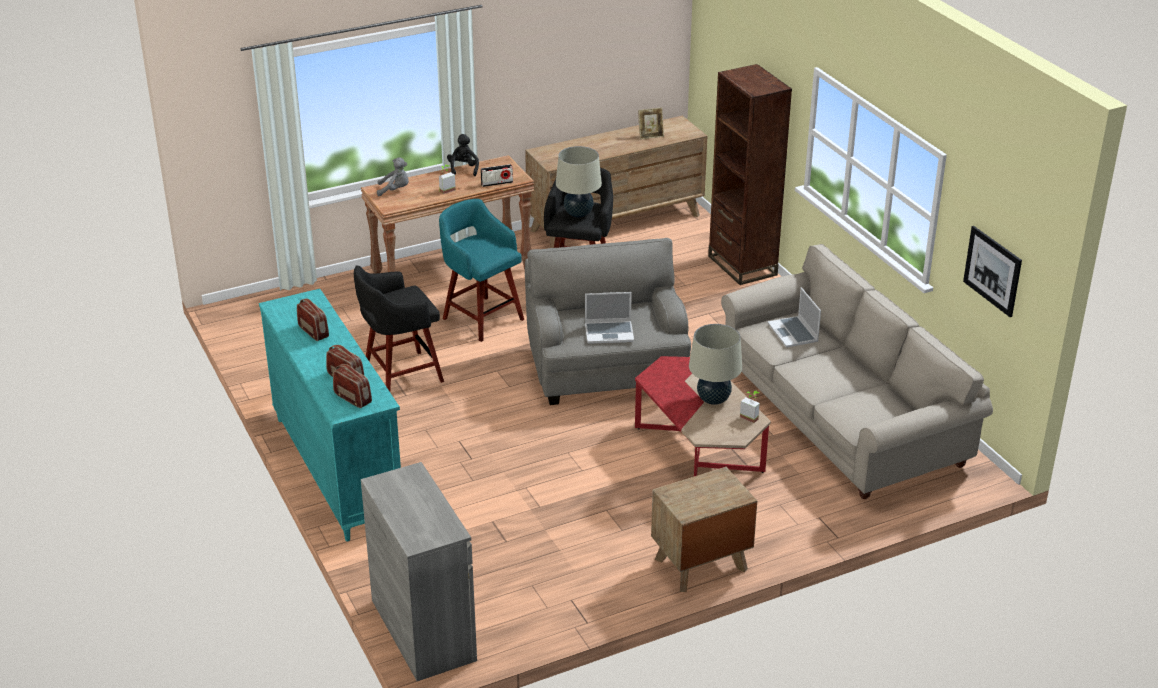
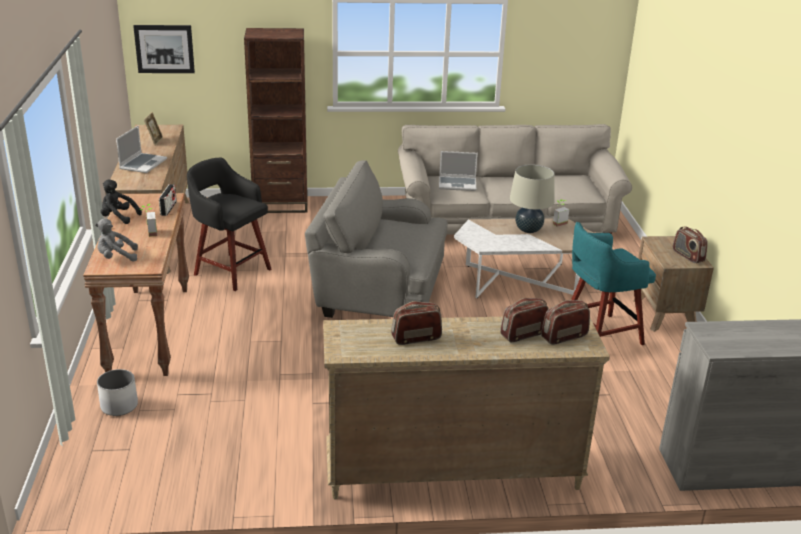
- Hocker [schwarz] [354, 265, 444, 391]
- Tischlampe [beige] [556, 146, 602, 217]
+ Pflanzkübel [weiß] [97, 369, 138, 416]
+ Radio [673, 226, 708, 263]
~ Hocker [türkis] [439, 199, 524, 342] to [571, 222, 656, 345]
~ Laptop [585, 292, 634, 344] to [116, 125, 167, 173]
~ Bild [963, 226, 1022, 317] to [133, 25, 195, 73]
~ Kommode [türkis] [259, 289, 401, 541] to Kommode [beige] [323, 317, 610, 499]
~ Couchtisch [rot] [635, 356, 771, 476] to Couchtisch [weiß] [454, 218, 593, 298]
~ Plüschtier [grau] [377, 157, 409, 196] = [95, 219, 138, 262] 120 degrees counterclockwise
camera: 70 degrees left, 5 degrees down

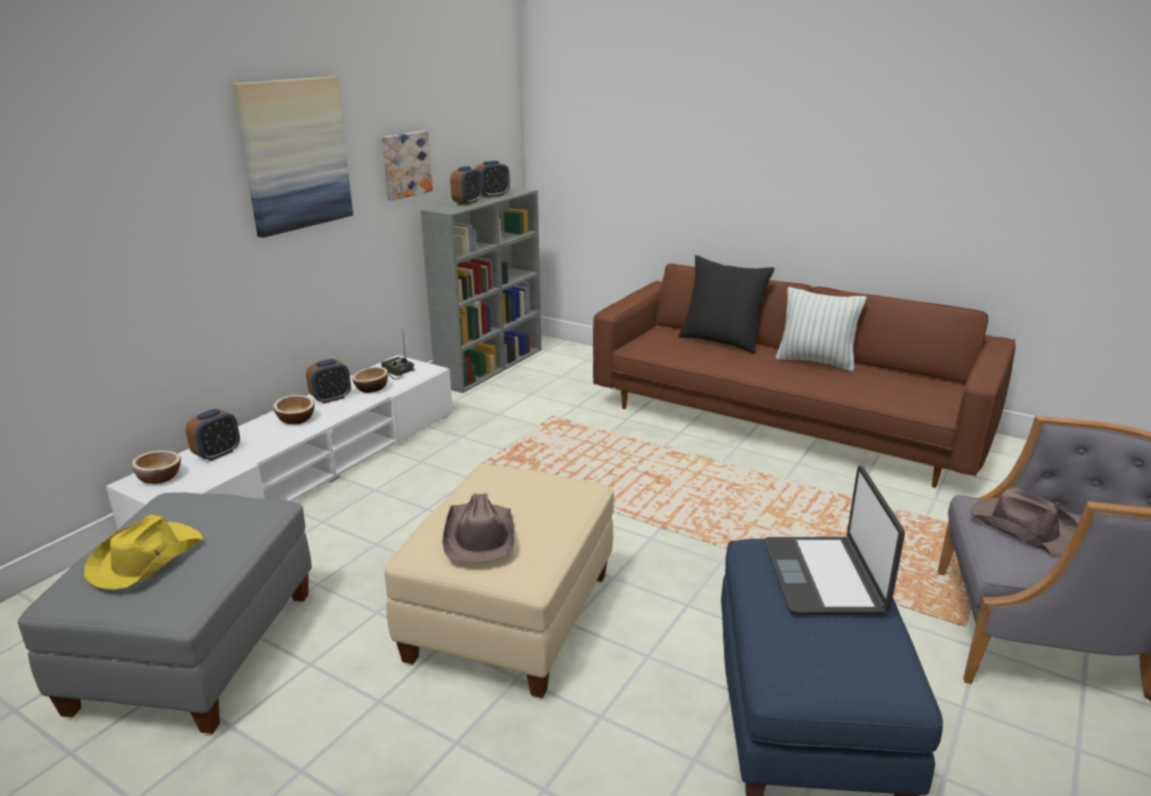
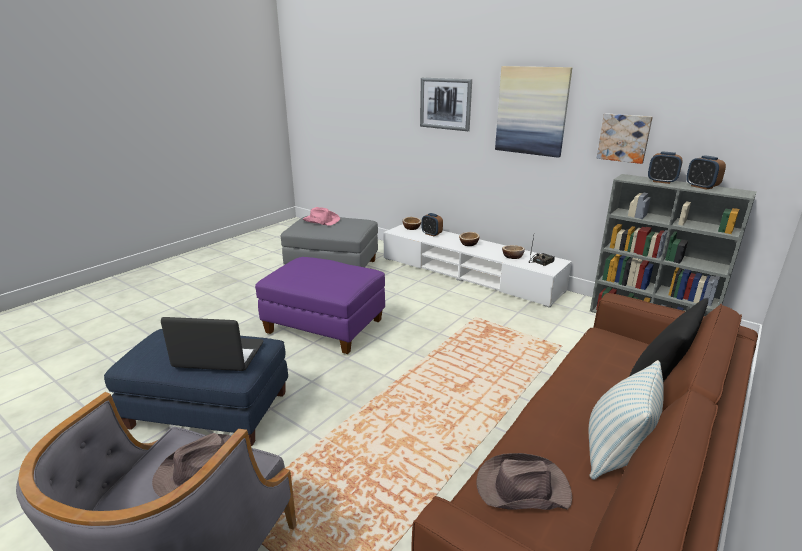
- Wecker [306, 359, 351, 404]
+ Bild [420, 78, 472, 131]
~ Hut [braun] [442, 493, 514, 564] to [477, 453, 572, 510]
~ Hut [gelb] [84, 515, 203, 589] to Hut [rosa] [302, 207, 340, 225]
~ Polsterhocker [beige] [384, 465, 614, 698] to Polsterhocker [lila] [255, 257, 385, 354]
camera: 95 degrees right, 0 degrees up

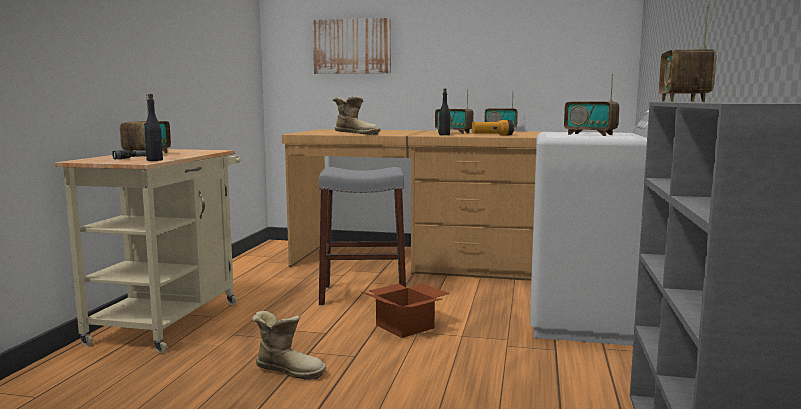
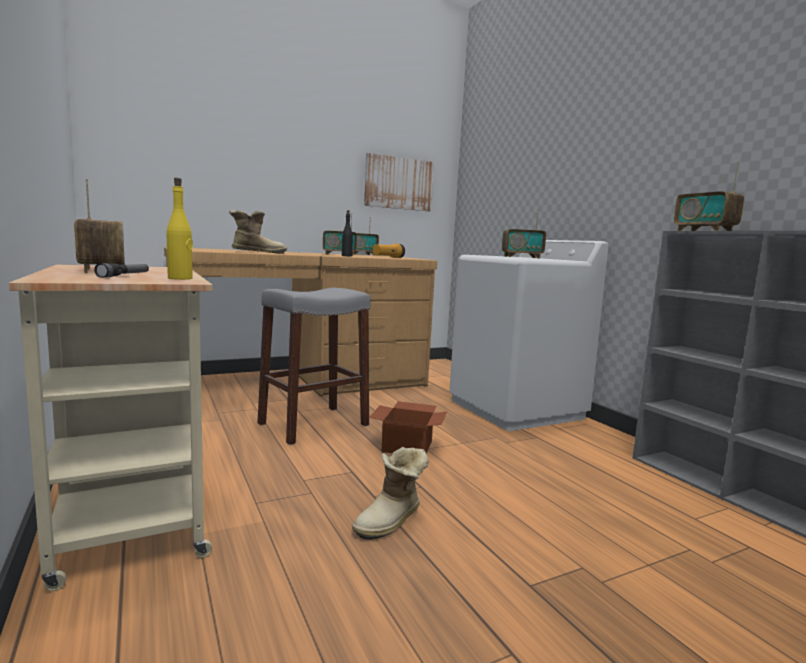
~ Bild [313, 18, 391, 74] to [364, 153, 434, 211]
~ Flasche [schwarz] [145, 94, 163, 161] to Flasche [gelb] [167, 178, 193, 280]
~ Stiefel [252, 311, 326, 380] = [352, 447, 429, 540] 150 degrees clockwise
camera: 40 degrees left, 0 degrees up

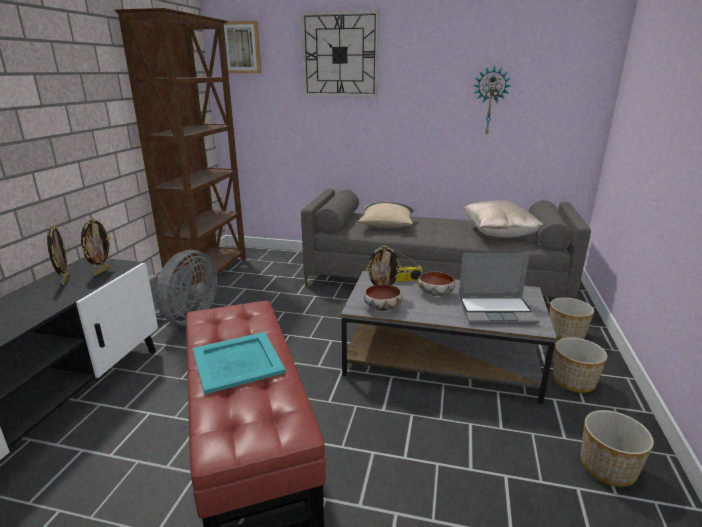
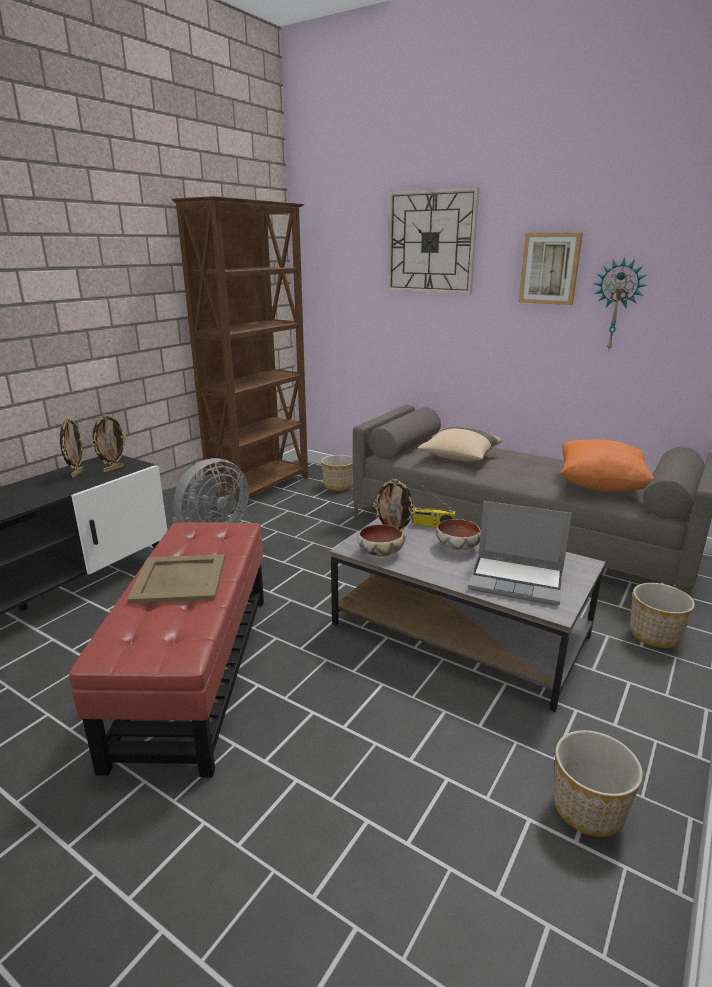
~ Bild [224, 21, 261, 73] to [518, 233, 583, 305]
~ Pflanzkübel [553, 337, 608, 393] to [321, 455, 353, 491]
~ Tablett [türkis] [193, 332, 286, 395] to Tablett [beige] [127, 554, 225, 603]
~ Kissen [beige] [464, 200, 543, 238] to Kissen [orange] [560, 439, 654, 492]
camera: 20 degrees right, 0 degrees up

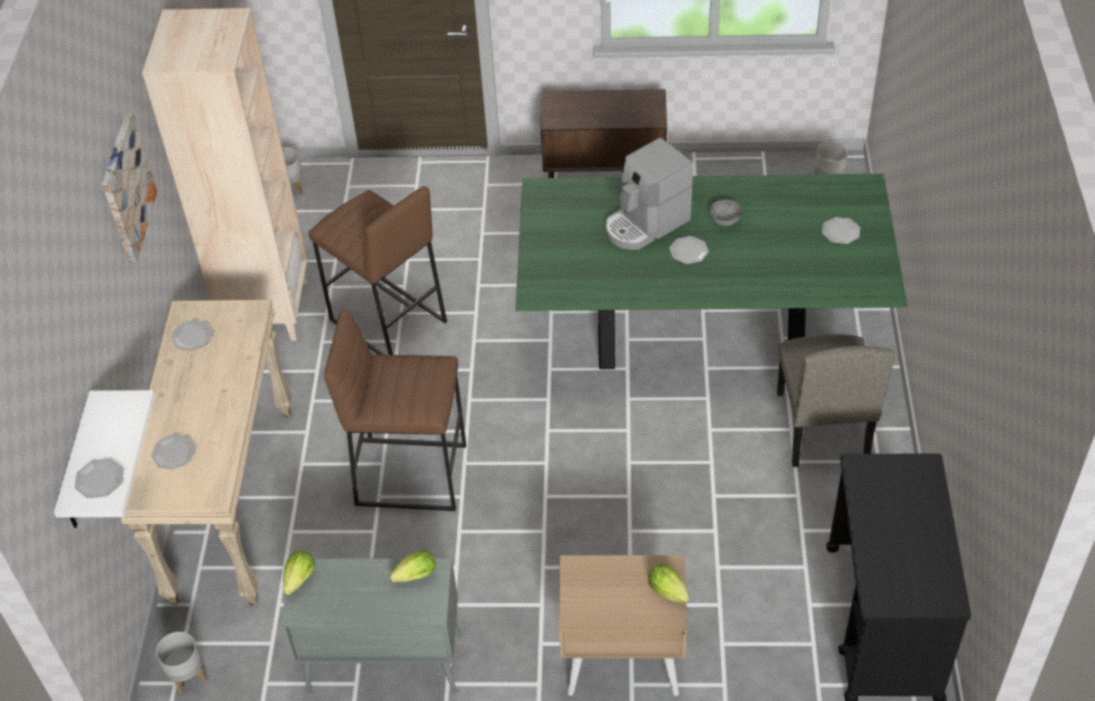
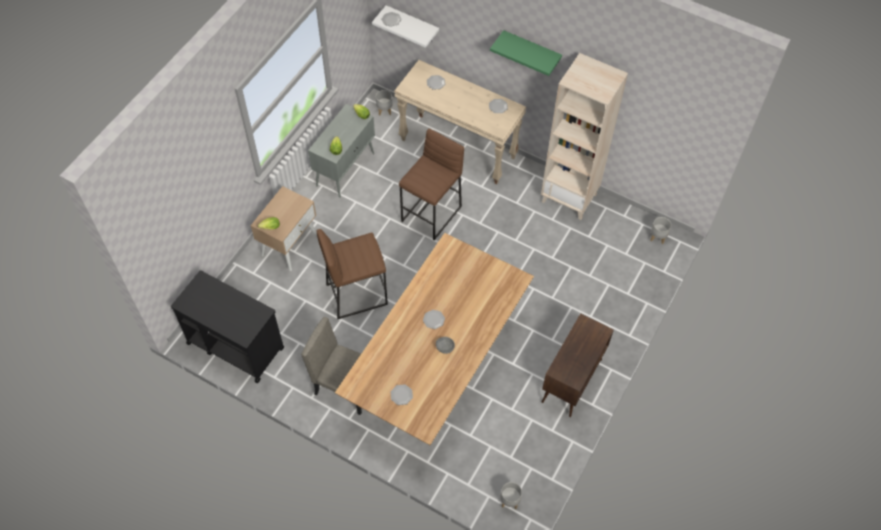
- Kaffeemaschine [605, 138, 693, 250]
~ Hocker [braun] [308, 186, 447, 355] to [317, 229, 388, 319]
~ Bild [102, 112, 157, 263] to Wandregal [grün] [490, 30, 562, 76]
~ Esstisch [grün] [515, 174, 907, 369] to Esstisch [braun] [335, 233, 534, 445]
camera: 115 degrees right, 10 degrees up

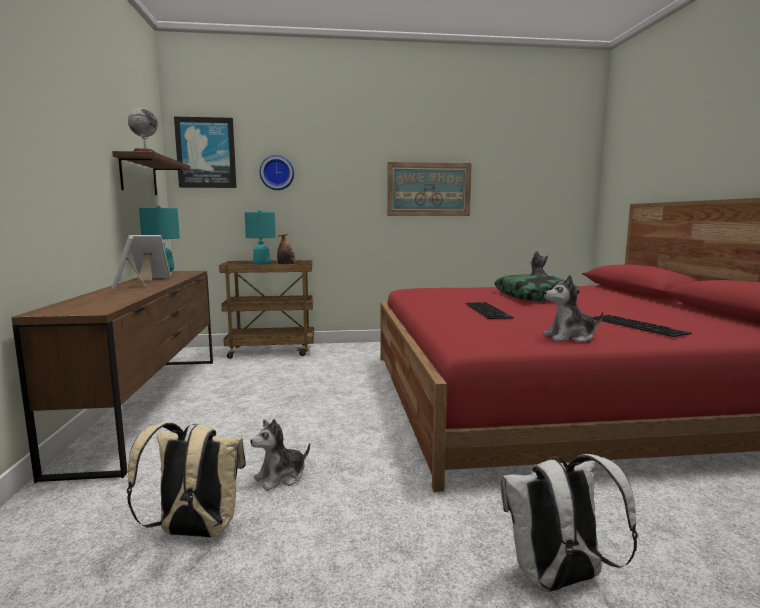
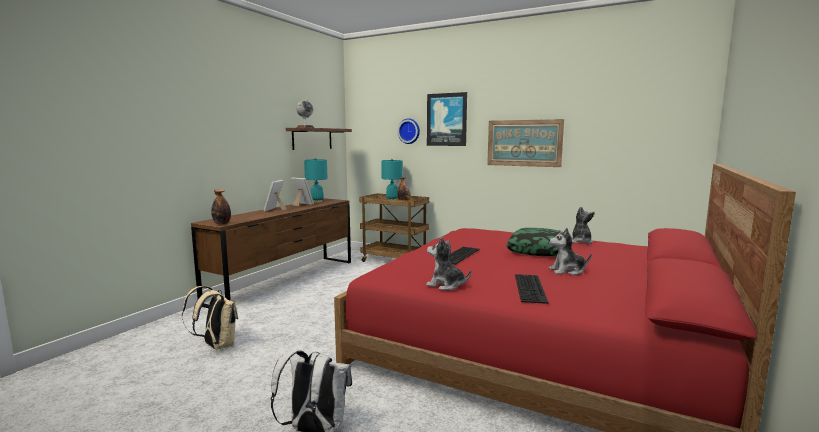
+ Flasche [211, 189, 231, 224]
~ Bild [174, 116, 237, 188] to [427, 92, 467, 146]
~ Plüschtier [250, 419, 310, 491] to [549, 228, 592, 275]
camera: 35 degrees right, 0 degrees up

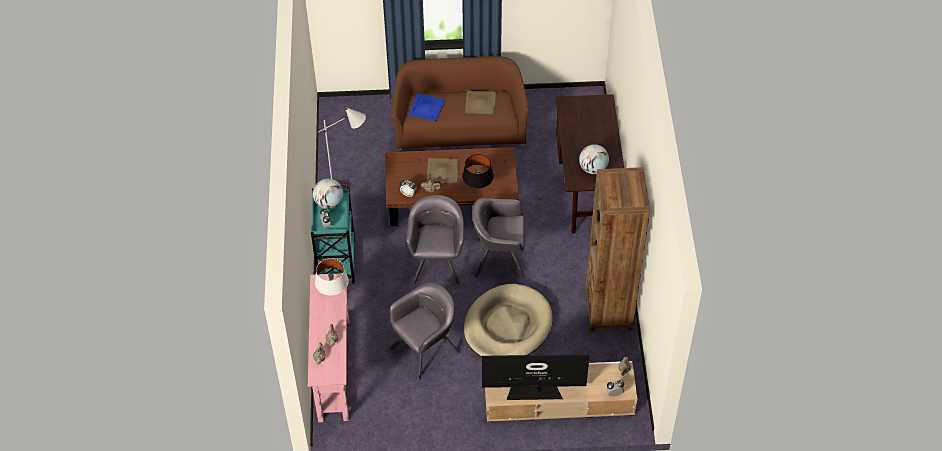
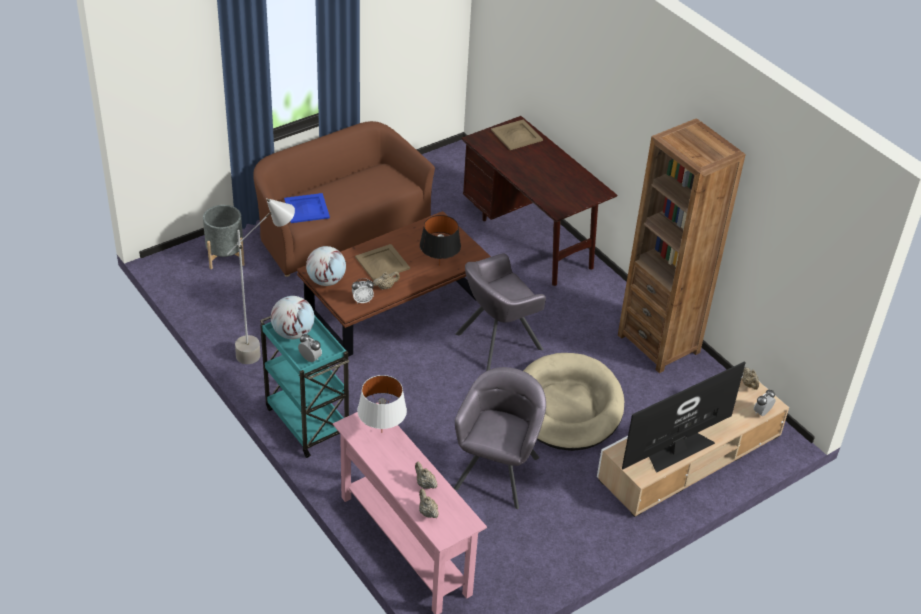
- Sessel [grau] [406, 195, 464, 285]
+ Pflanzkübel [grau] [203, 205, 245, 269]
~ Tablett [beige] [465, 91, 496, 114] to [491, 119, 543, 150]
~ Globus [579, 144, 609, 174] to [306, 246, 346, 286]
camera: 35 degrees left, 10 degrees down

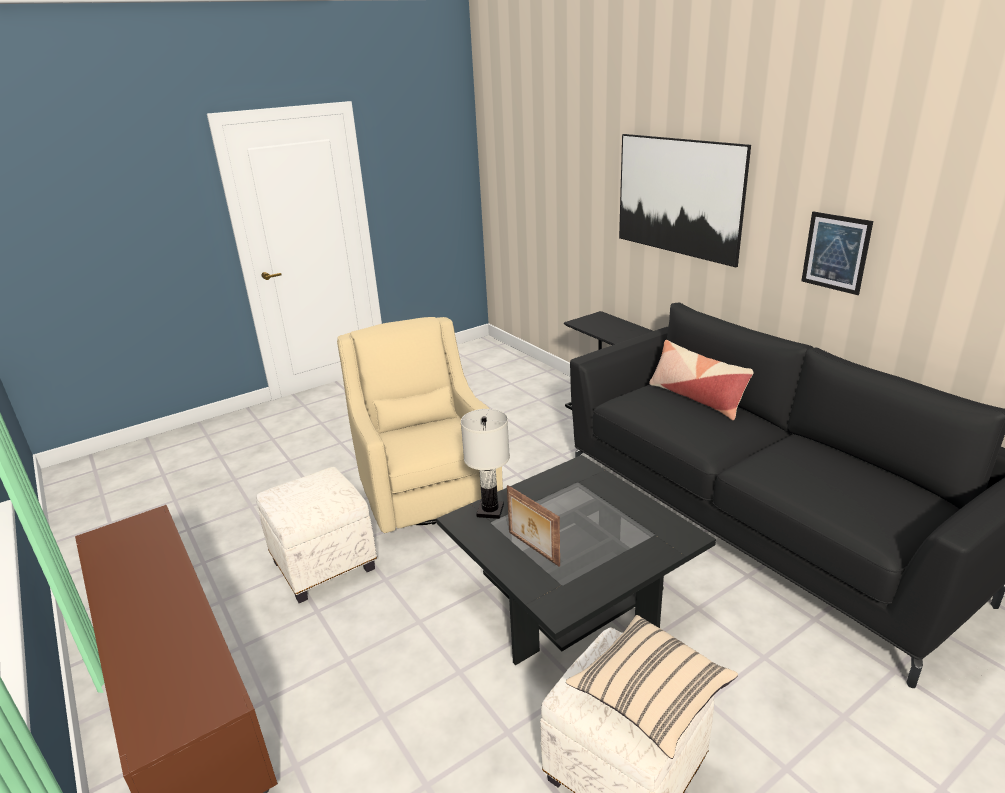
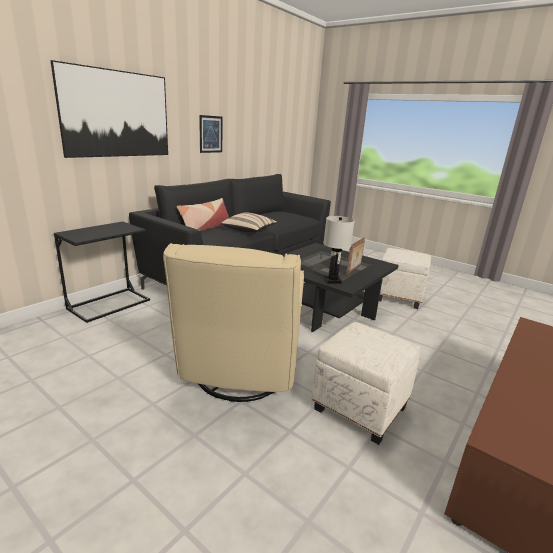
~ Kissen [beige] [566, 615, 738, 759] to [221, 212, 277, 232]
~ Sessel [beige] [337, 317, 503, 533] = [163, 243, 304, 402] 45 degrees counterclockwise
camera: 110 degrees left, 5 degrees down

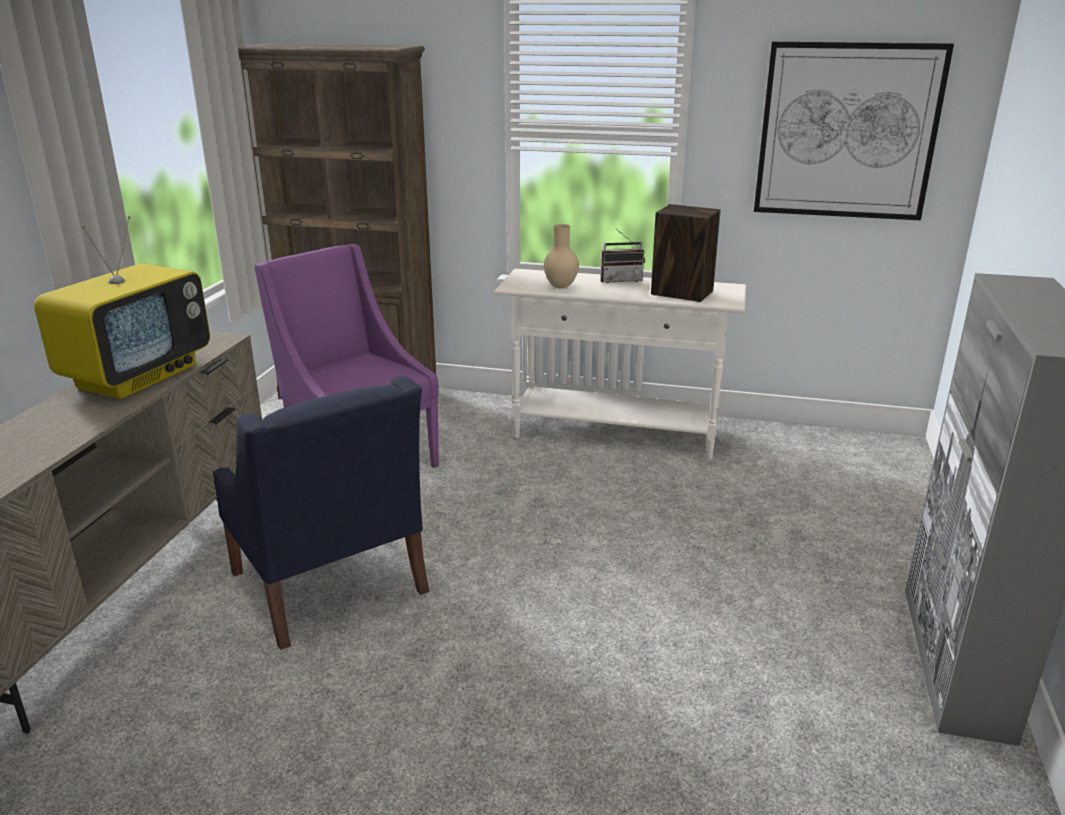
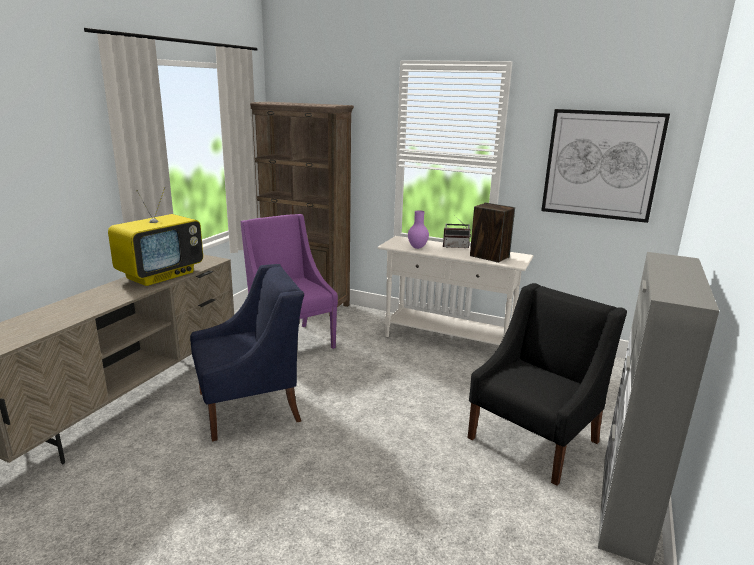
+ Sessel [schwarz] [467, 283, 627, 486]
~ Vase [beige] [544, 224, 579, 289] to Vase [lila] [408, 210, 429, 249]
~ Sessel [blau] [213, 376, 430, 650] = [190, 264, 304, 441] 90 degrees counterclockwise
camera: 10 degrees right, 5 degrees down

